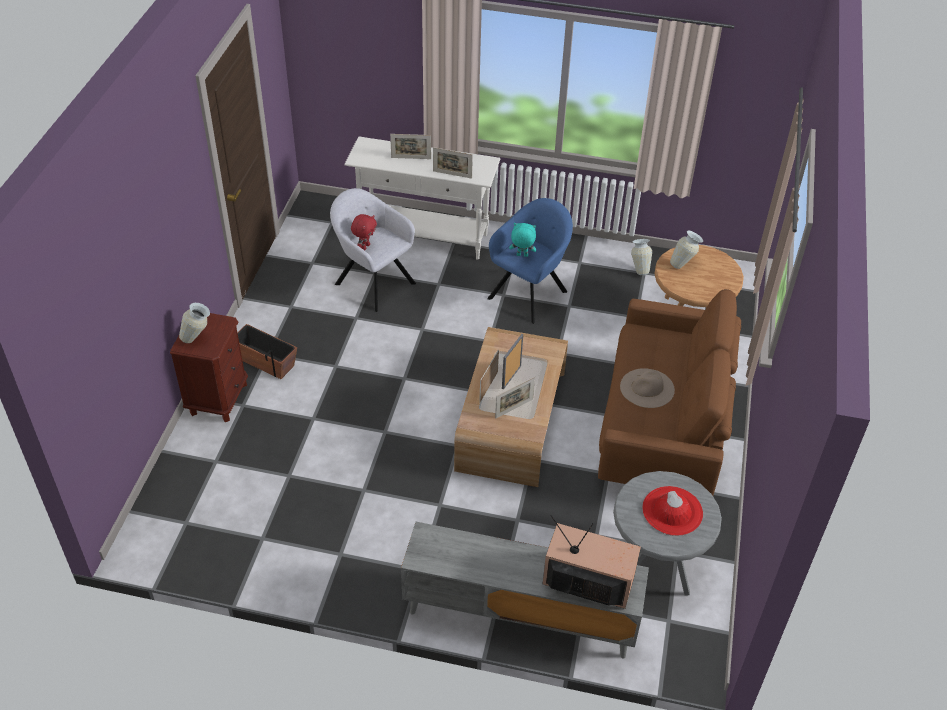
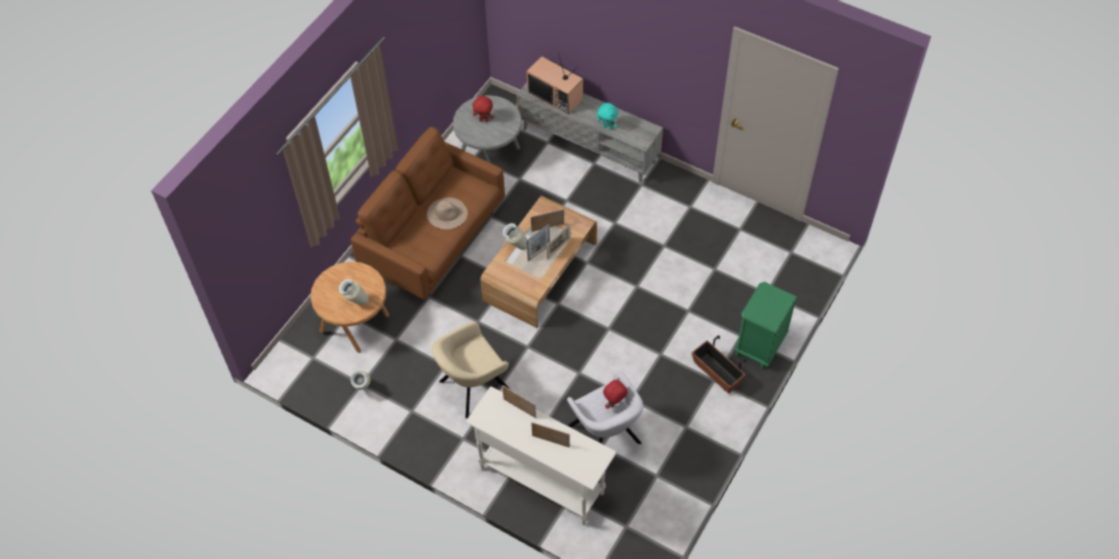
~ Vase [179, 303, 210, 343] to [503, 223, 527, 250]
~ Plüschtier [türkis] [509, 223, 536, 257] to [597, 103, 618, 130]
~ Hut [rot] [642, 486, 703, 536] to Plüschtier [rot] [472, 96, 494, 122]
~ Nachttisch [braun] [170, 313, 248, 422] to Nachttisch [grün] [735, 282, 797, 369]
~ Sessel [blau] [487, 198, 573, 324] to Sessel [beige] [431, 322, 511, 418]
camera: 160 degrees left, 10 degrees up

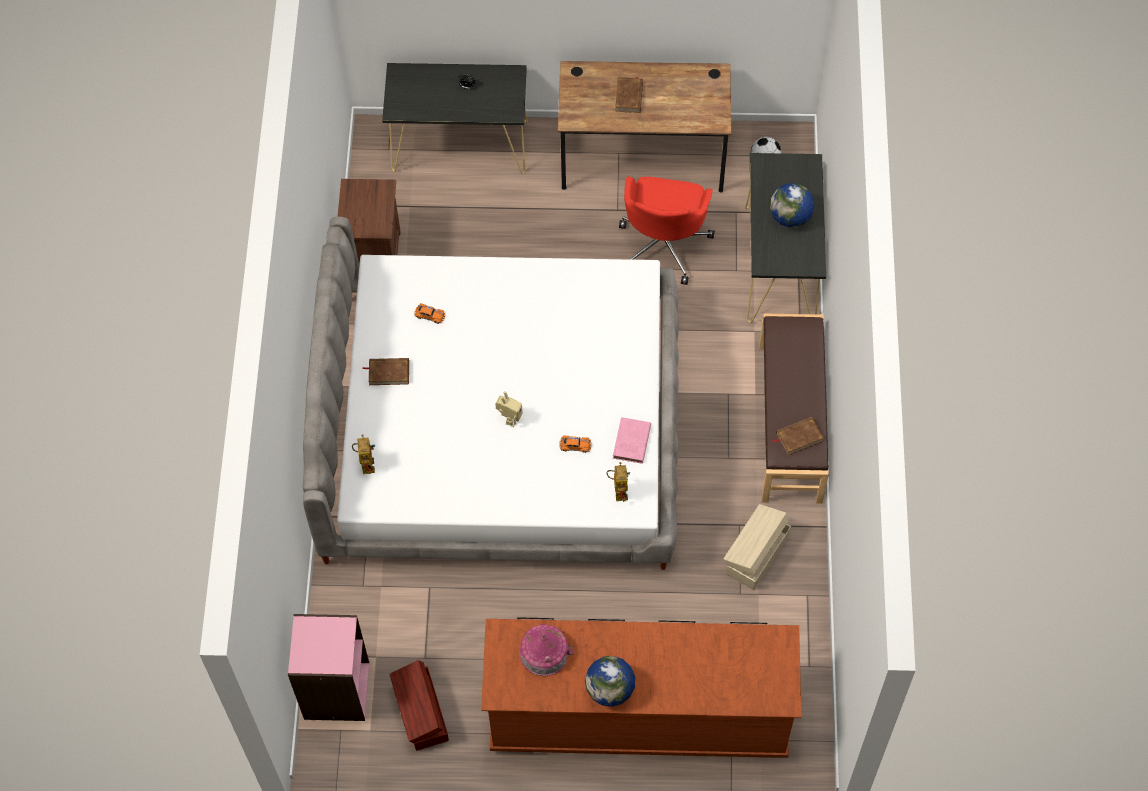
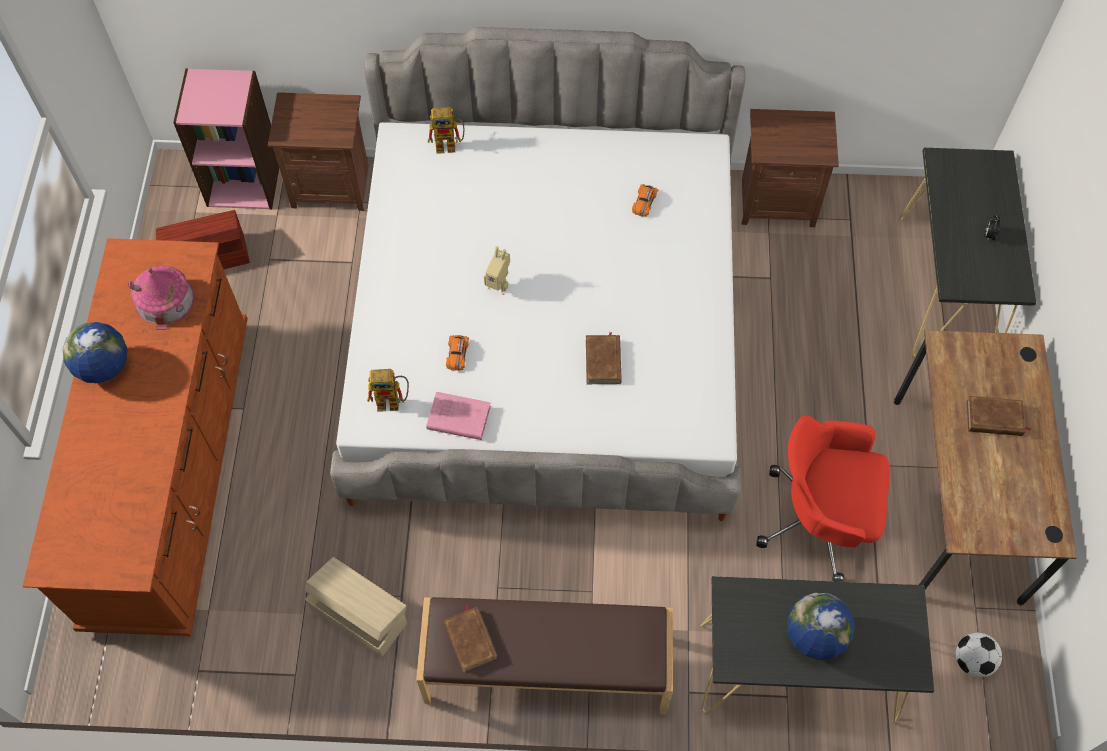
+ Nachttisch [braun] [268, 92, 368, 211]
~ Buch [braun] [363, 358, 409, 385] to [586, 332, 622, 384]
camera: 90 degrees right, 0 degrees up

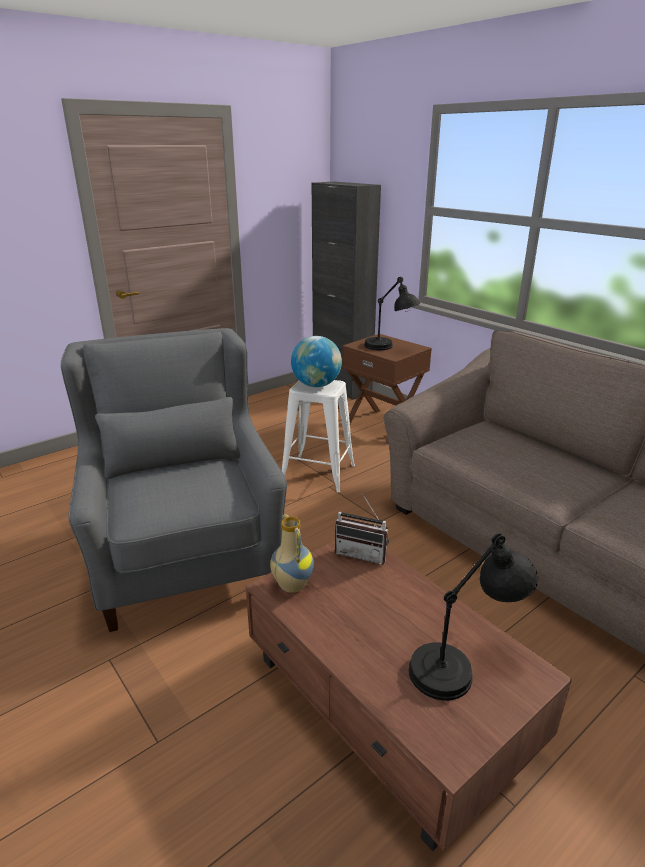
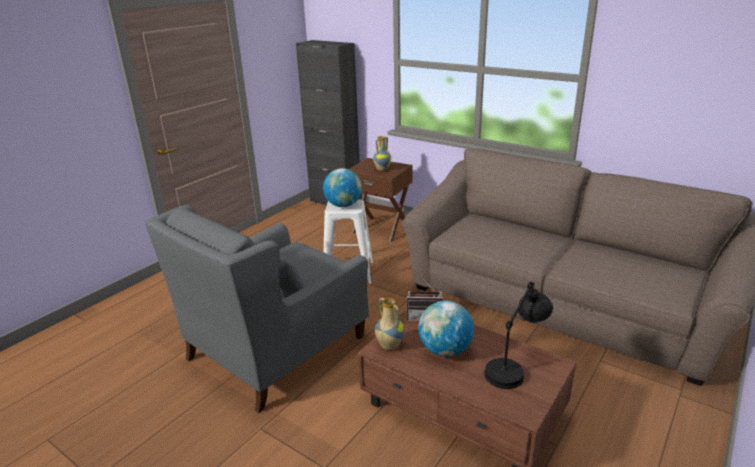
+ Globus [419, 301, 474, 357]
~ Tischlampe [schwarz] [364, 277, 420, 350] to Vase [373, 136, 391, 171]
~ Sessel [grau] [61, 328, 287, 632] = [145, 205, 369, 413] 105 degrees counterclockwise
camera: 15 degrees left, 0 degrees up

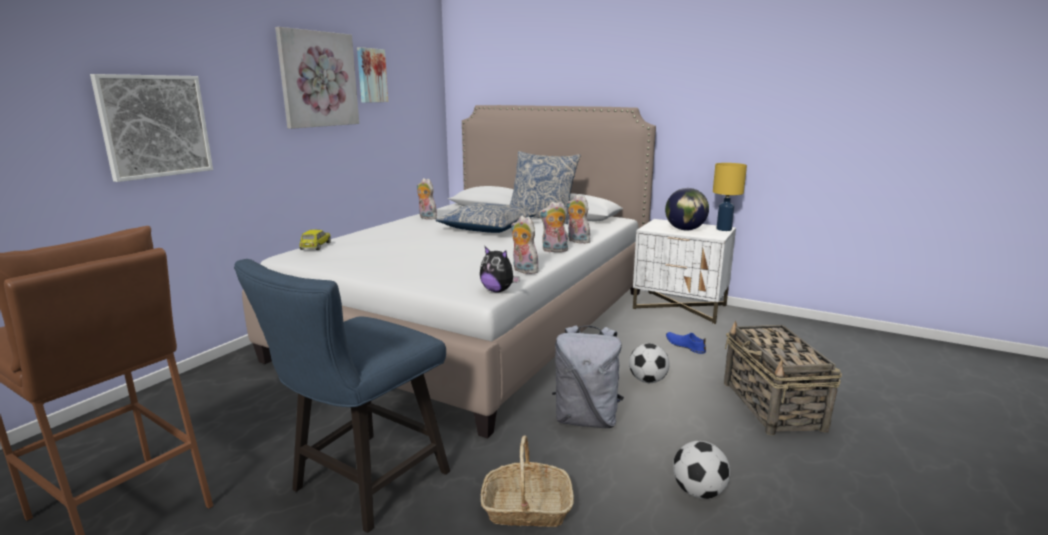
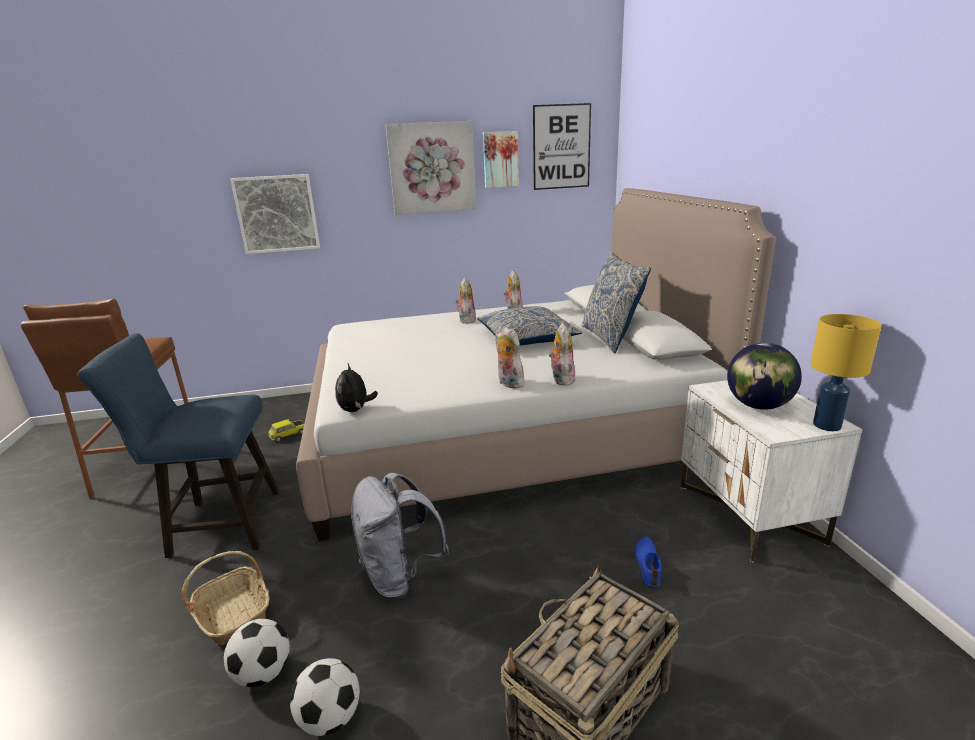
+ Bild [533, 103, 591, 190]
~ Spielzeugauto [299, 230, 331, 250] to [268, 419, 304, 442]
~ Plüschtier [511, 216, 538, 274] to [455, 278, 476, 324]
~ Fußball [629, 343, 670, 383] to [224, 619, 290, 687]
camera: 50 degrees right, 5 degrees up

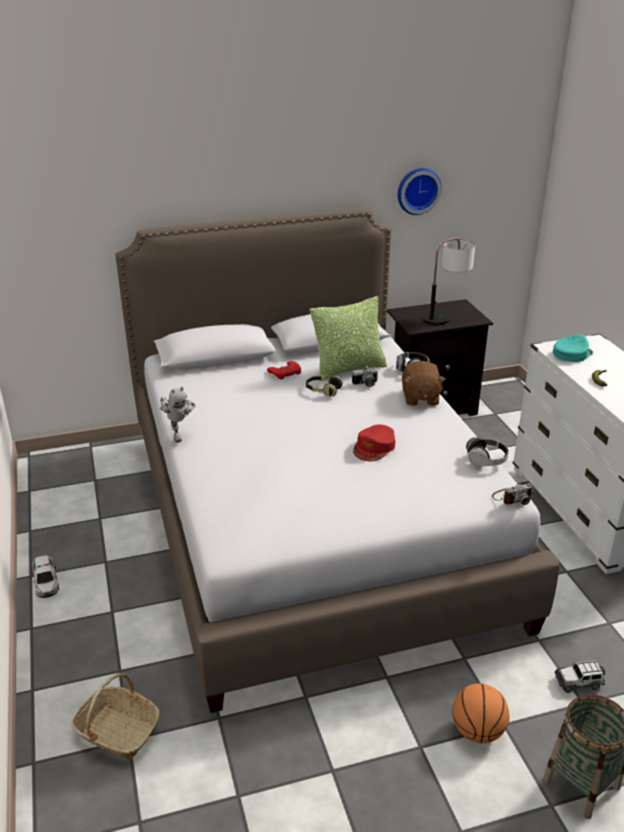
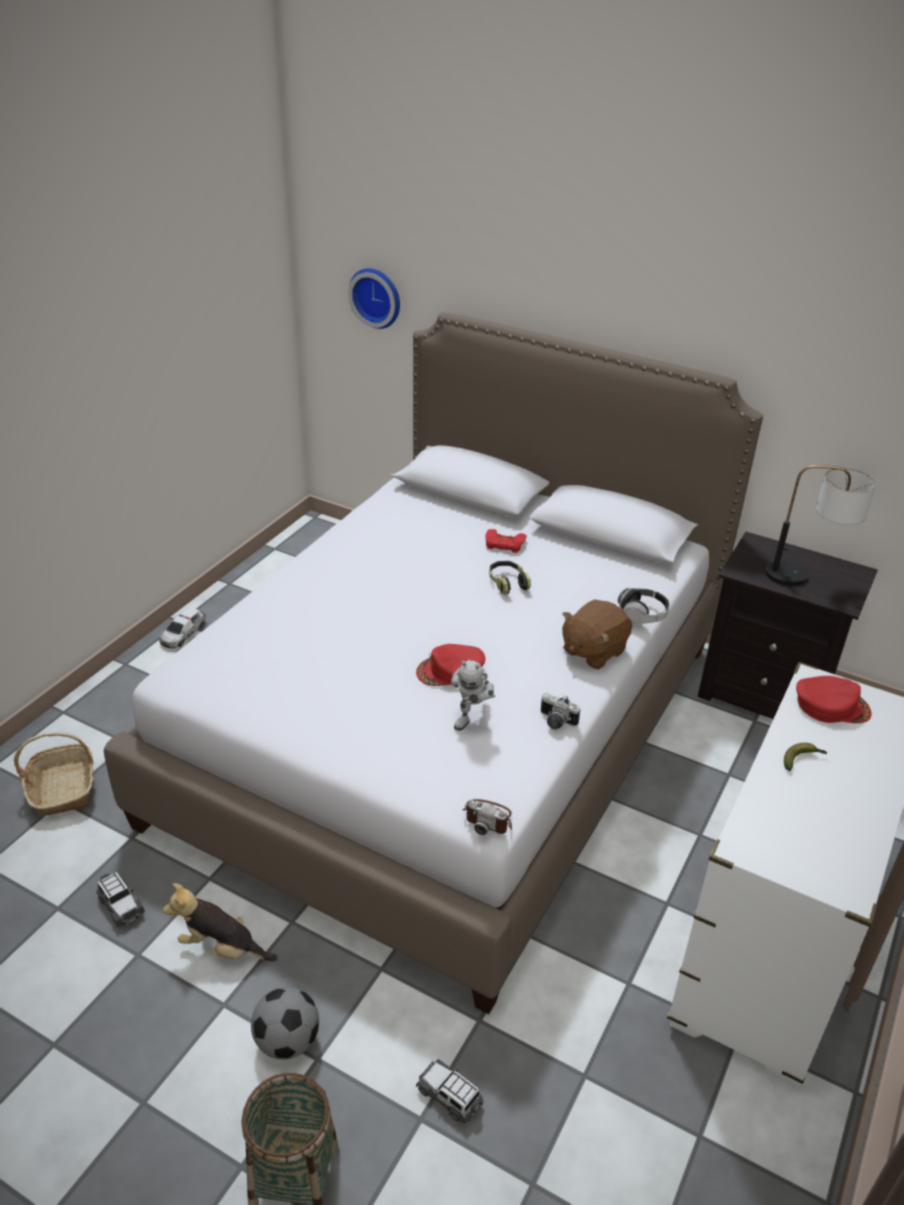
- Kissen [310, 296, 387, 381]
- Kopfhörer [466, 437, 509, 467]
+ Spielzeugauto [96, 872, 145, 927]
+ Plüschtier [163, 883, 278, 961]
~ Spielzeugroboter [160, 387, 195, 443] to [451, 659, 495, 731]
~ Kamera [352, 366, 378, 387] to [541, 693, 581, 730]
~ Wanduhr [398, 168, 442, 215] to [348, 268, 400, 329]
~ Basketball [452, 683, 510, 743] to Fußball [251, 987, 319, 1060]
~ Kappe [türkis] [553, 334, 594, 362] to Kappe [rot] [796, 676, 872, 723]
camera: 45 degrees right, 5 degrees up

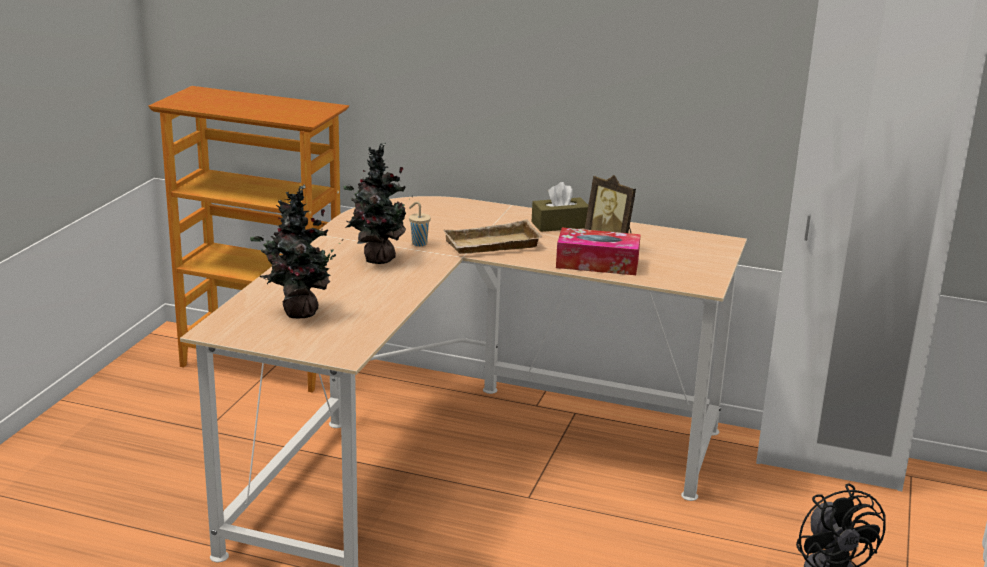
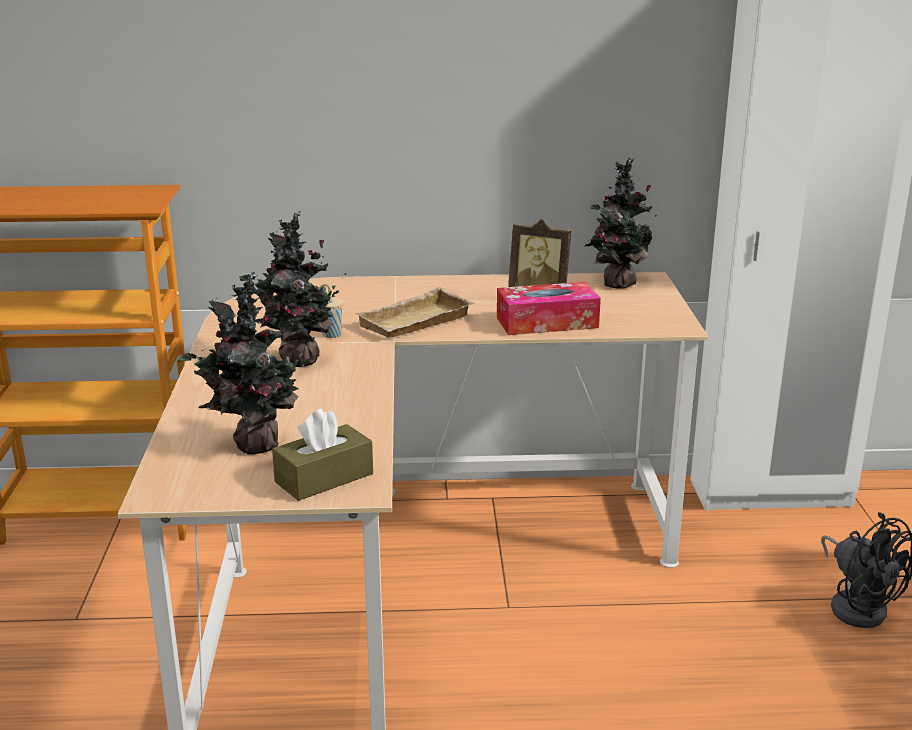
+ Topfpflanze [585, 157, 656, 289]
~ Taschentuchbox [braun] [532, 182, 588, 232] to [272, 408, 373, 501]
camera: 20 degrees left, 0 degrees up

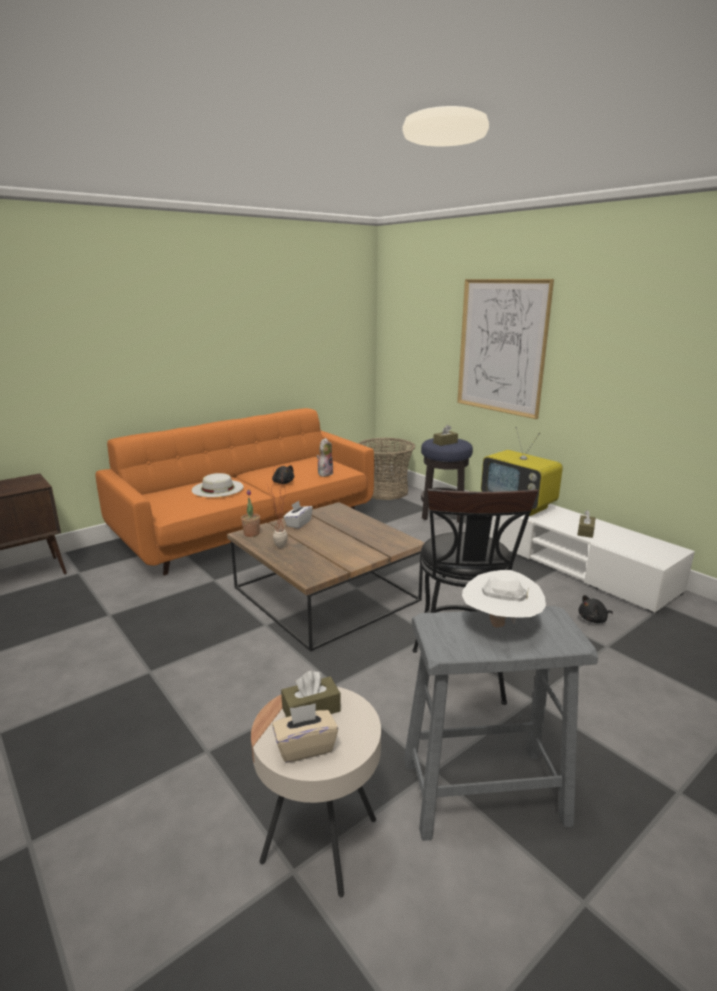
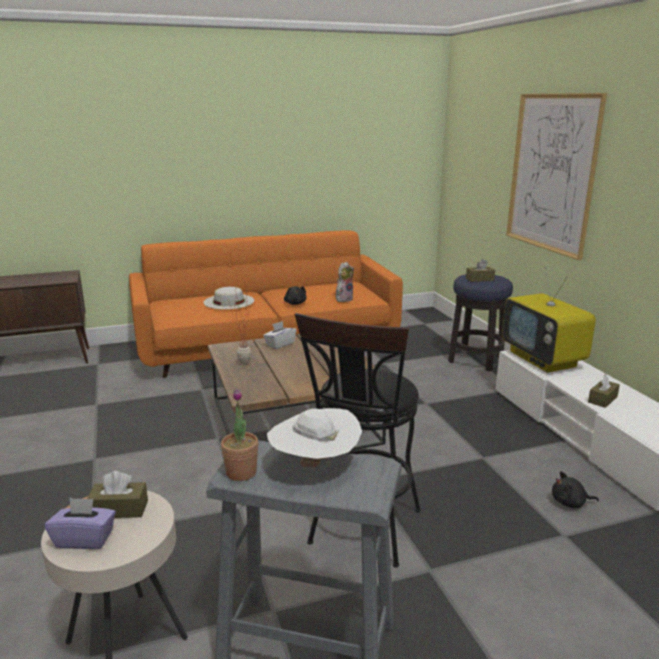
- Korb [358, 437, 415, 500]
~ Topfpflanze [241, 490, 260, 537] to [221, 389, 258, 481]
~ Taschentuchbox [beige] [272, 703, 338, 763] to Taschentuchbox [lila] [45, 498, 116, 549]
camera: 20 degrees right, 0 degrees up

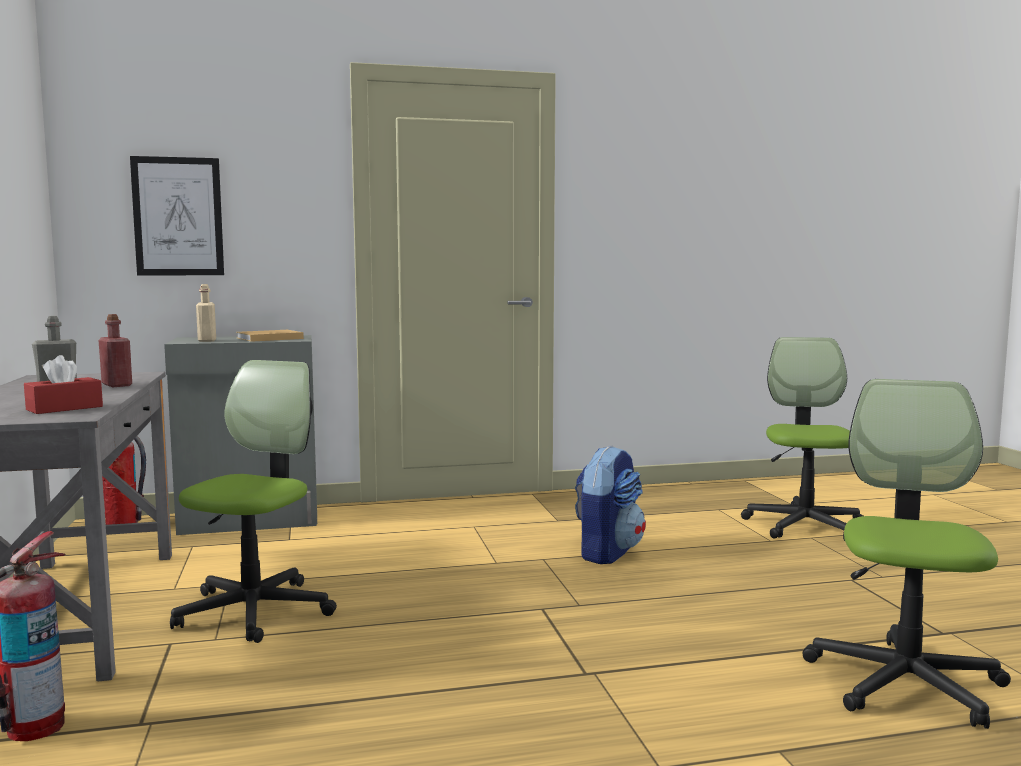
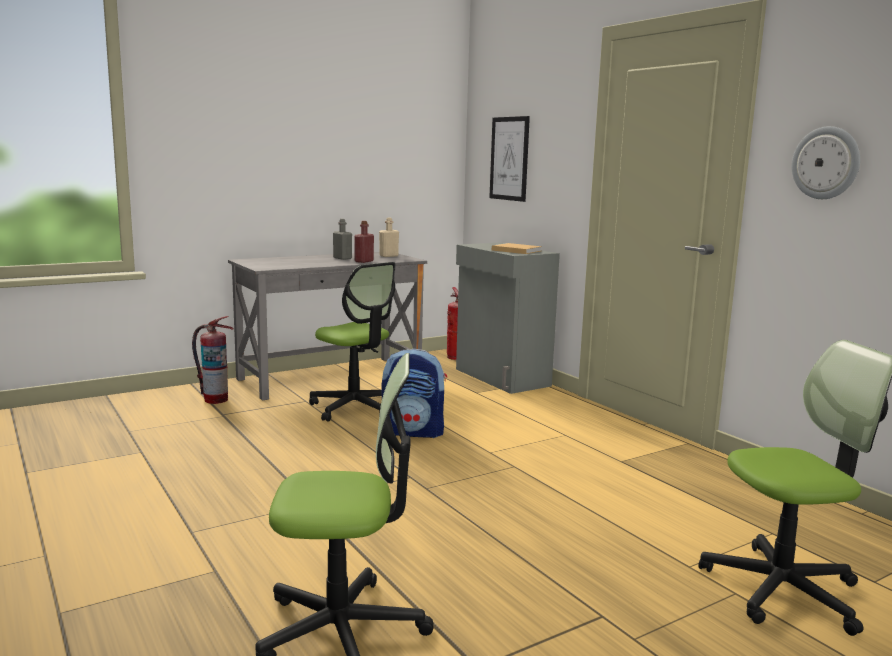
- Taschentuchbox [rot] [24, 355, 103, 414]
+ Wanduhr [792, 126, 860, 199]
~ Flasche [beige] [196, 284, 216, 342] to [379, 218, 399, 257]
~ Rucksack [575, 445, 646, 564] to [382, 349, 447, 438]
~ Bürostuhl [170, 360, 337, 643] = [309, 262, 396, 422] 45 degrees clockwise
camera: 70 degrees right, 5 degrees up

